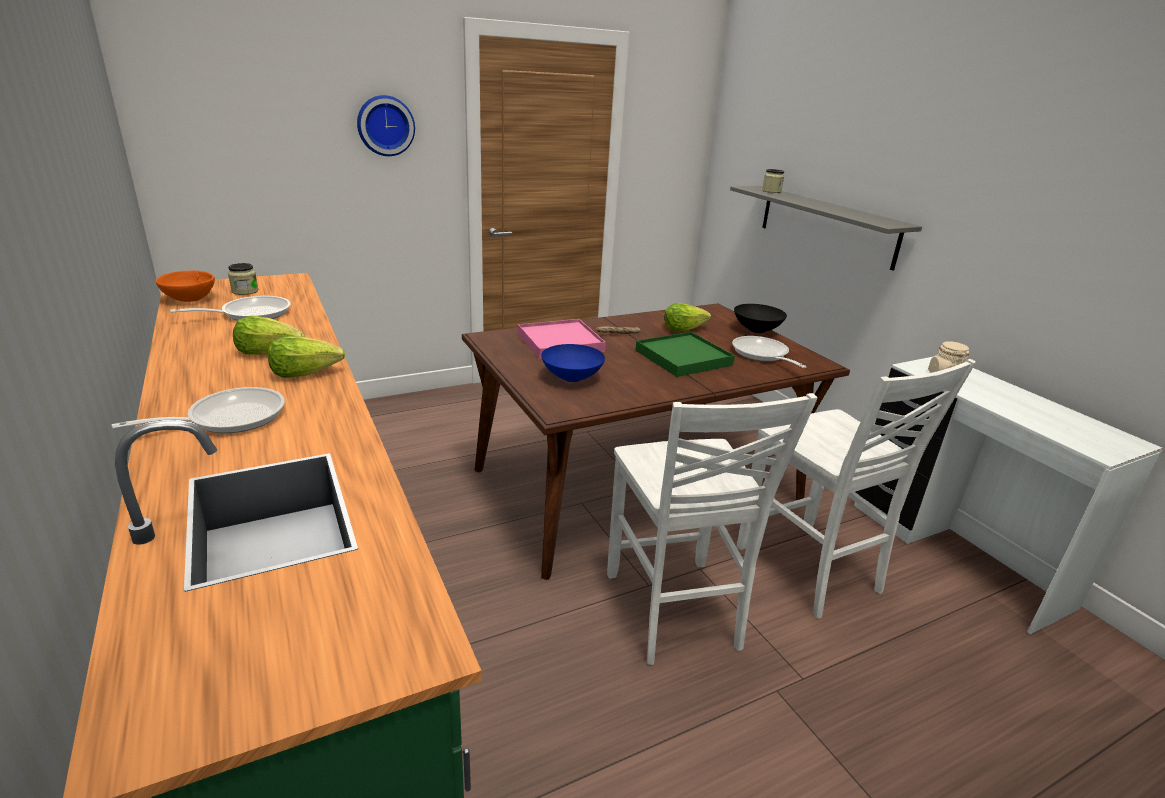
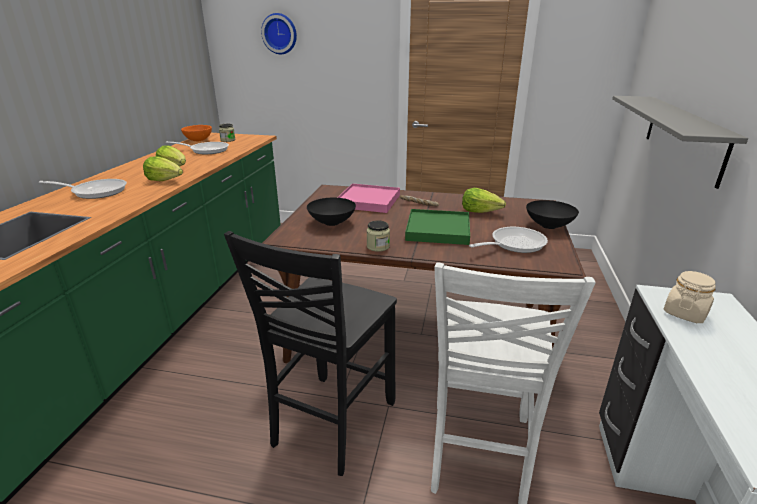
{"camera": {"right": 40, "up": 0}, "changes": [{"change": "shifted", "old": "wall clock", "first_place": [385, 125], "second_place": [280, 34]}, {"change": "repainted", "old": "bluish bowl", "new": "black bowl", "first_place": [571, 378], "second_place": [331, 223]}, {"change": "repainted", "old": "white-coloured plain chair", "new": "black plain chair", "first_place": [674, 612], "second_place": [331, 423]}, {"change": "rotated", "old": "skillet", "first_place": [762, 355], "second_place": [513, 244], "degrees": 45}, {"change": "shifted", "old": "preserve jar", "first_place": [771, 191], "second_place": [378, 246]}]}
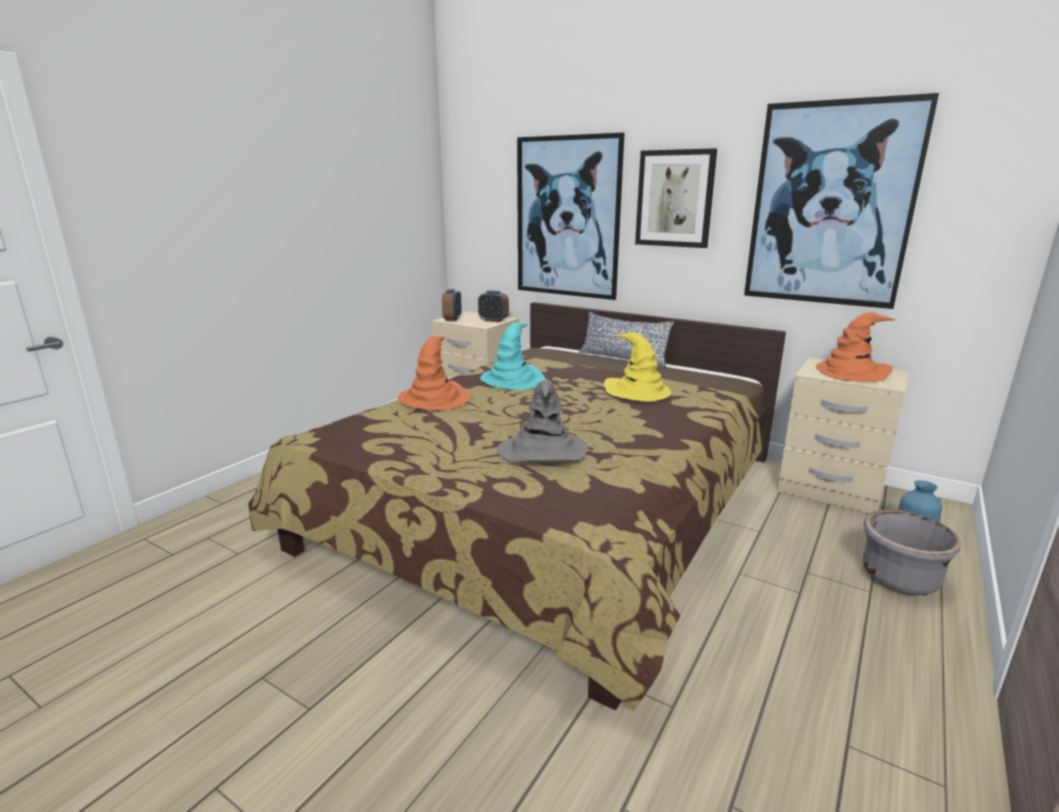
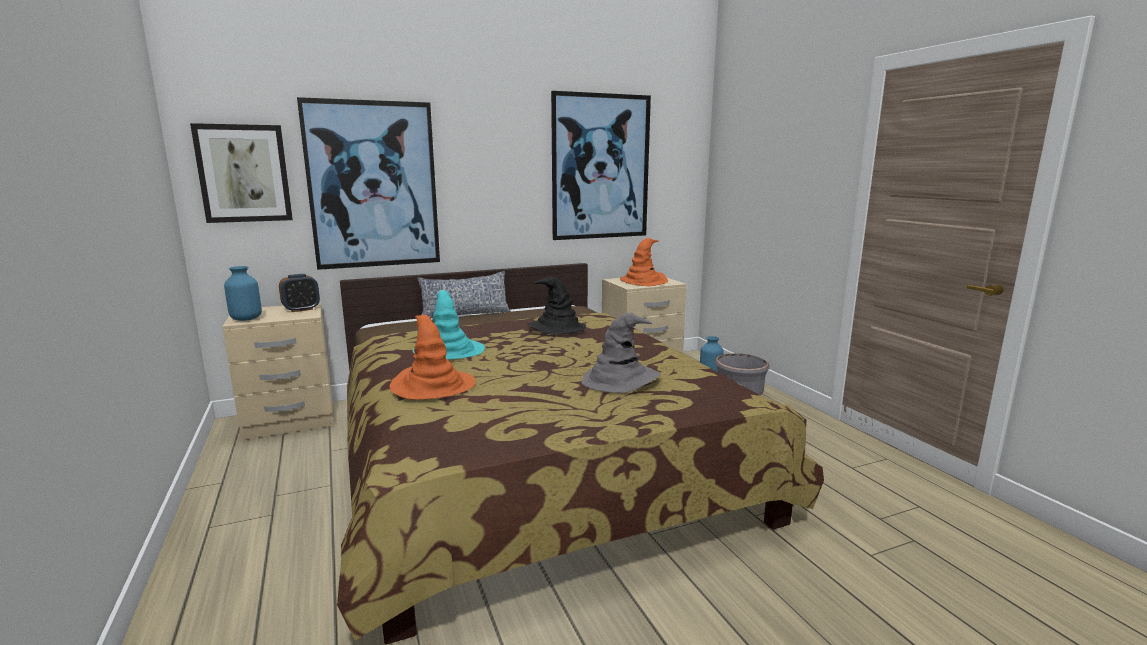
{"camera": {"right": -55, "up": -5}, "changes": [{"change": "swapped", "old": "table clock", "new": "bluish decorative vase", "first_place": [452, 319], "second_place": [245, 319]}, {"change": "repainted", "old": "yellow-coloured clothing hat", "new": "black clothing hat", "first_place": [637, 392], "second_place": [555, 328]}, {"change": "shifted", "old": "picture", "first_place": [675, 199], "second_place": [244, 173]}]}
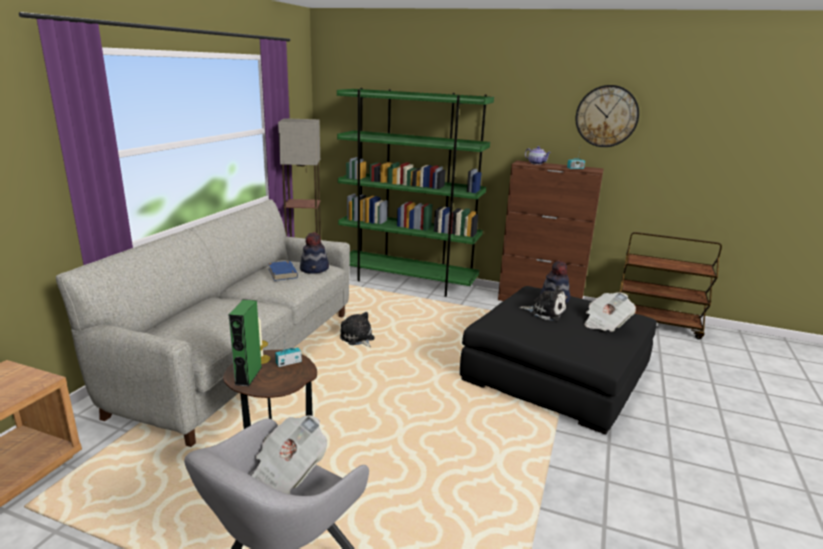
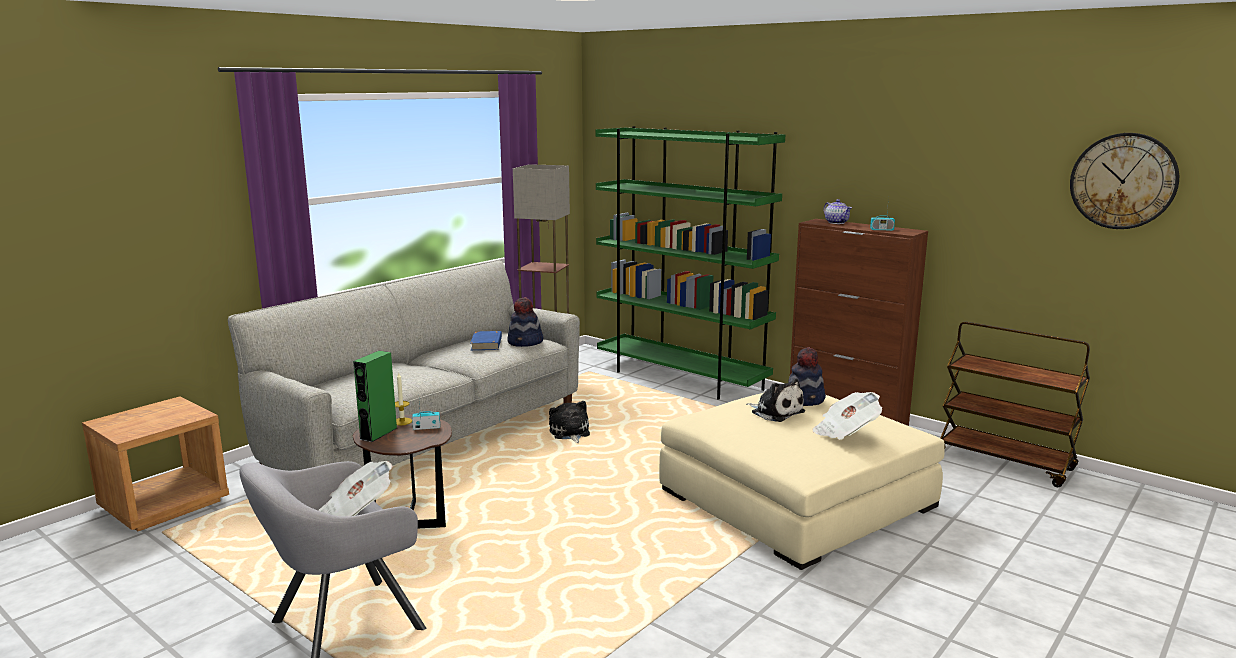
{"camera": {"right": 20, "up": -5}, "changes": [{"change": "repainted", "old": "black ottoman", "new": "beige ottoman", "first_place": [556, 372], "second_place": [795, 498]}, {"change": "shifted", "old": "wall clock", "first_place": [606, 116], "second_place": [1123, 181]}]}
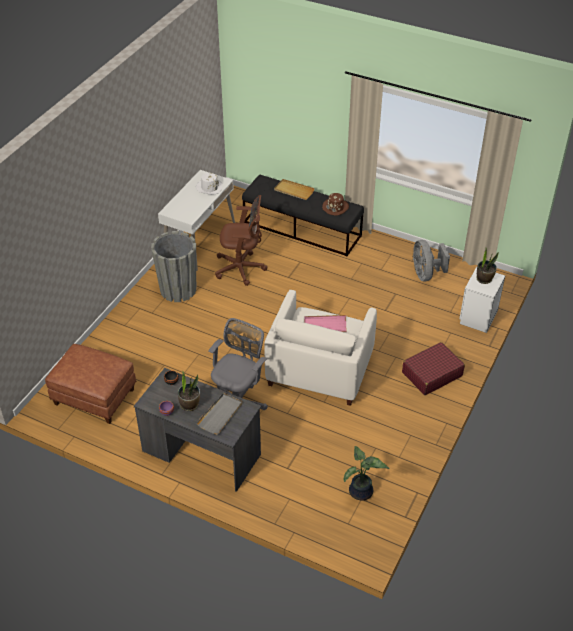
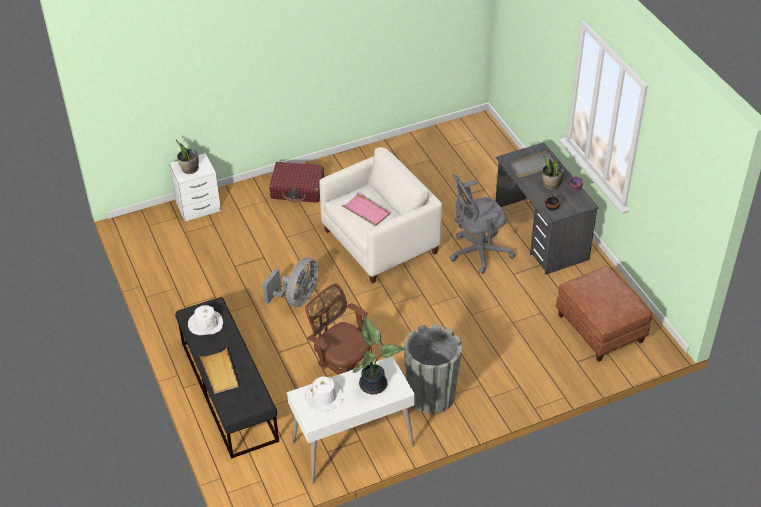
{"camera": {"right": -140, "up": 0}, "changes": [{"change": "repainted", "old": "brownish clothing hat", "new": "white-coloured clothing hat", "first_place": [335, 207], "second_place": [205, 324]}, {"change": "shifted", "old": "plant in a pot", "first_place": [361, 493], "second_place": [374, 384]}, {"change": "shifted", "old": "greyish fan", "first_place": [425, 274], "second_place": [297, 298]}]}
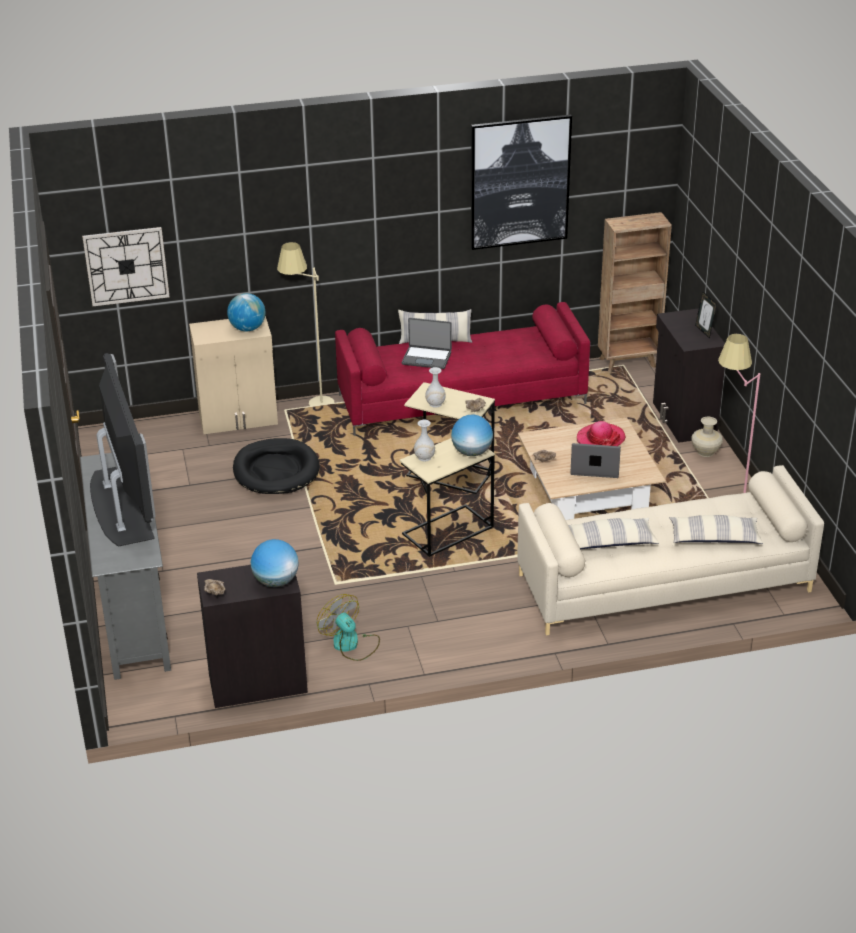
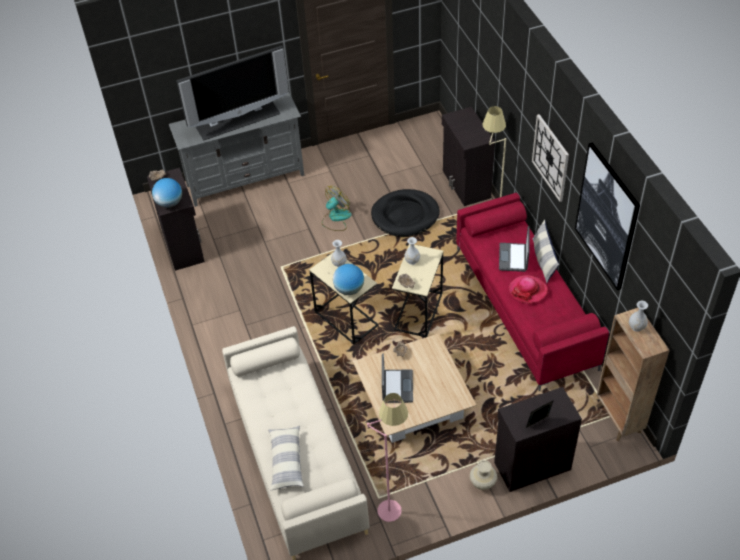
{"camera": {"right": 85, "up": 15}, "changes": [{"change": "shifted", "old": "wall clock", "first_place": [126, 266], "second_place": [550, 157]}, {"change": "repainted", "old": "beige storage cabinet", "new": "black storage cabinet", "first_place": [239, 419], "second_place": [465, 185]}, {"change": "gone", "old": "world globe", "first_place": [247, 328]}, {"change": "shifted", "old": "fan", "first_place": [351, 644], "second_place": [336, 218]}, {"change": "gone", "old": "cushion", "first_place": [610, 542]}, {"change": "shifted", "old": "clothing hat", "first_place": [600, 439], "second_place": [528, 290]}, {"change": "new", "new": "white-coloured decorative vase", "second_place": [637, 327]}]}
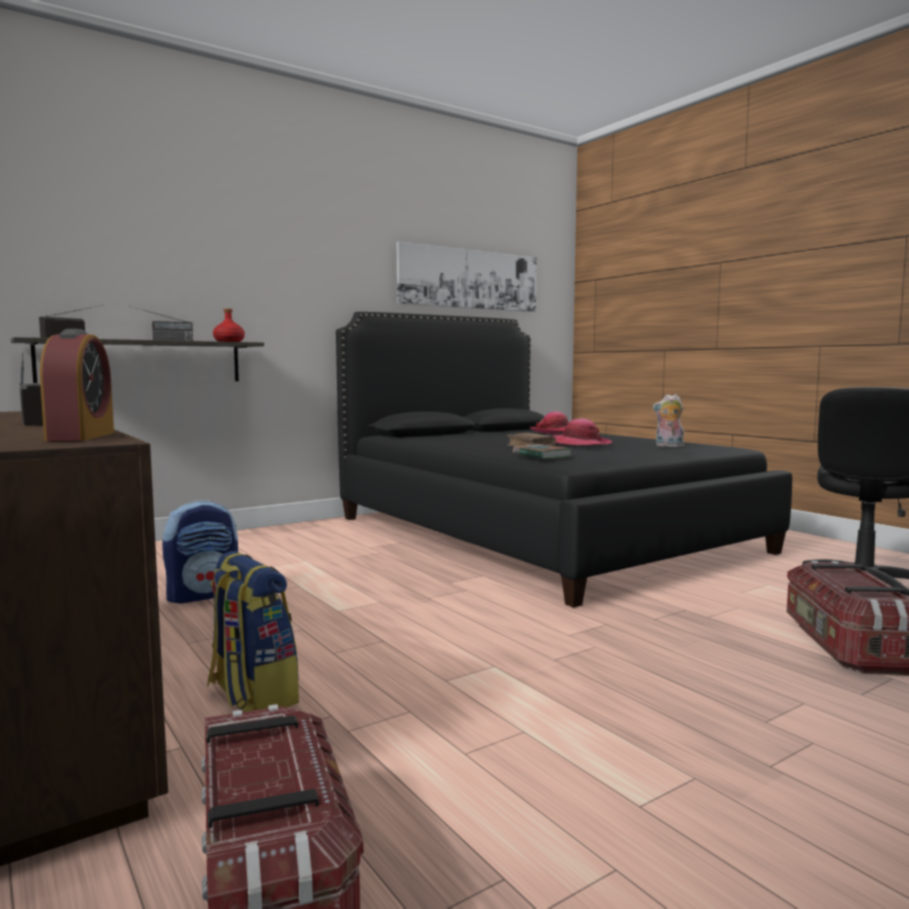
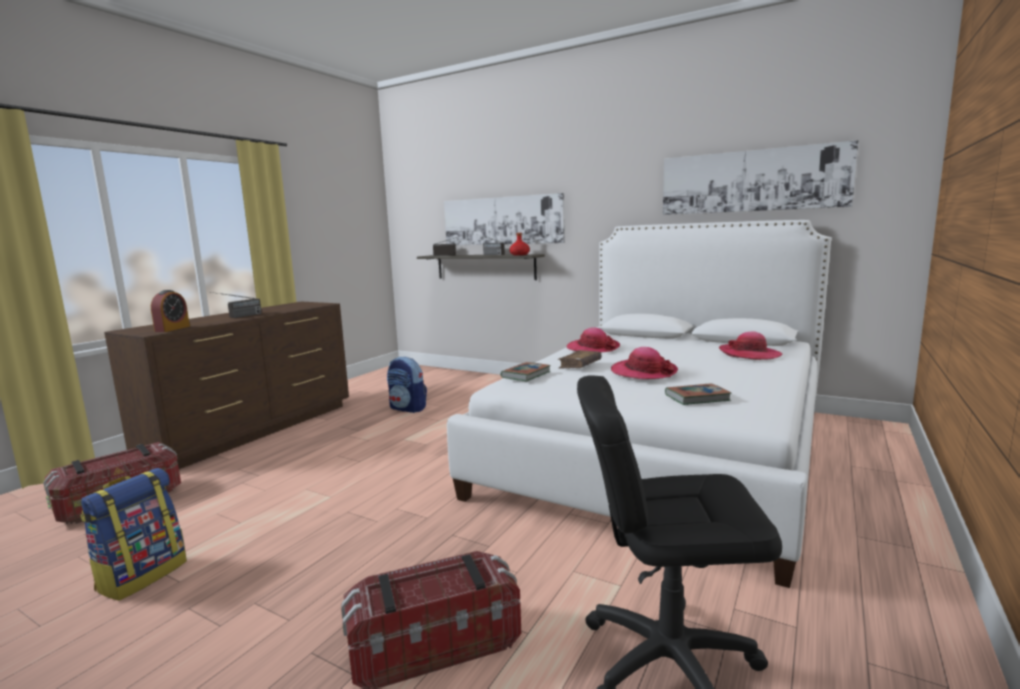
{"camera": {"right": 65, "up": 5}, "changes": [{"change": "rotated", "old": "table clock", "first_place": [81, 436], "second_place": [172, 329], "degrees": -45}, {"change": "shifted", "old": "backpack", "first_place": [251, 696], "second_place": [142, 575]}, {"change": "repainted", "old": "black bed", "new": "white-coloured bed", "first_place": [538, 534], "second_place": [660, 449]}, {"change": "swapped", "old": "cuddly toy", "new": "bound book", "first_place": [668, 446], "second_place": [697, 398]}, {"change": "new", "new": "picture", "second_place": [502, 221]}, {"change": "new", "new": "clothing hat", "second_place": [593, 348]}]}
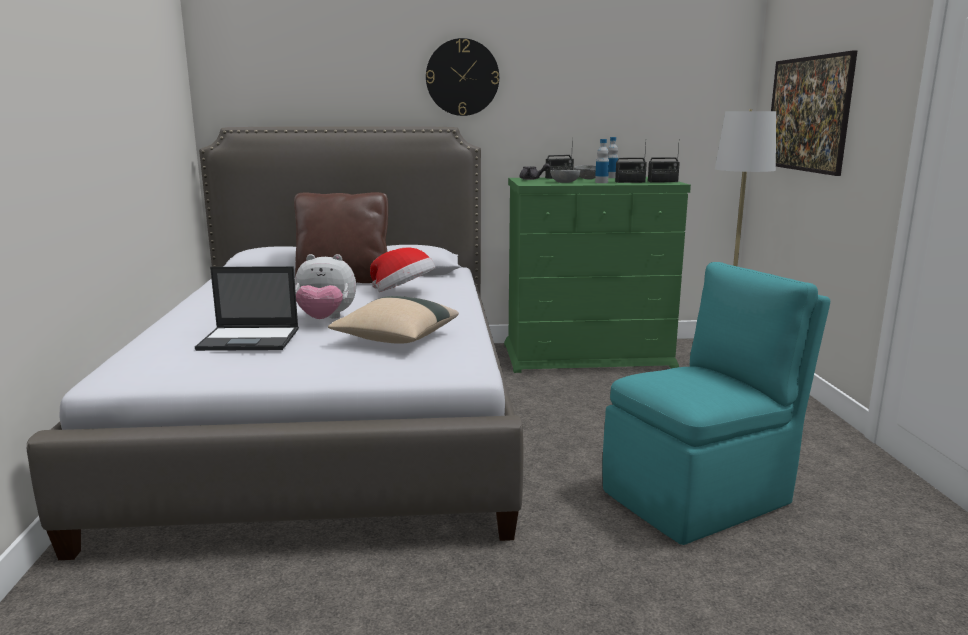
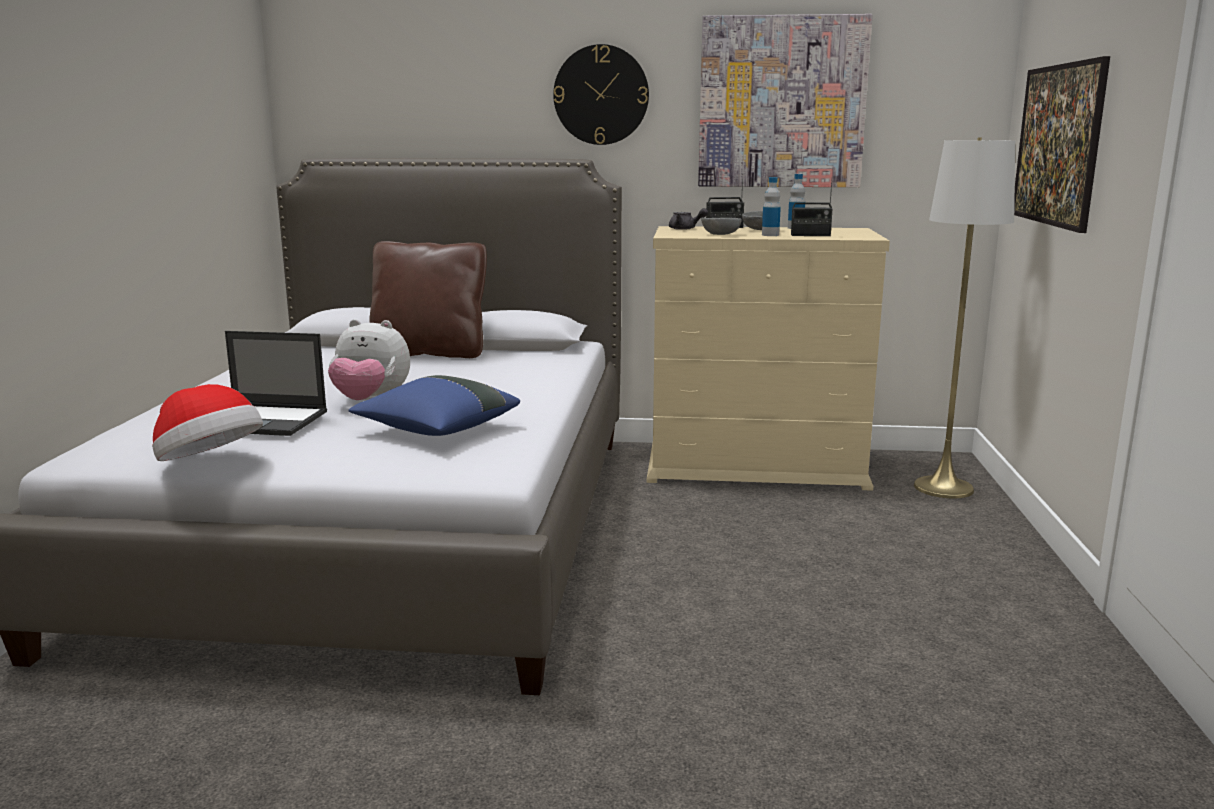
{"camera": {"right": 10, "up": 0}, "changes": [{"change": "repainted", "old": "beige cushion", "new": "bluish cushion", "first_place": [395, 339], "second_place": [436, 430]}, {"change": "shifted", "old": "clothing hat", "first_place": [404, 293], "second_place": [209, 464]}, {"change": "repainted", "old": "green chest of drawers", "new": "beige chest of drawers", "first_place": [588, 356], "second_place": [756, 466]}, {"change": "gone", "old": "blue-green plain chair", "first_place": [700, 496]}, {"change": "gone", "old": "radio", "first_place": [662, 181]}, {"change": "new", "new": "picture", "second_place": [781, 103]}]}
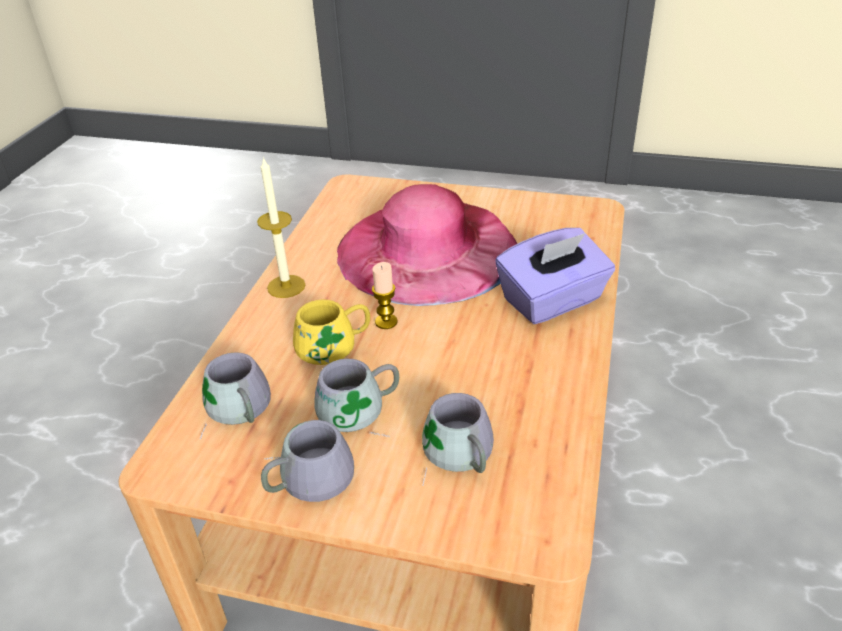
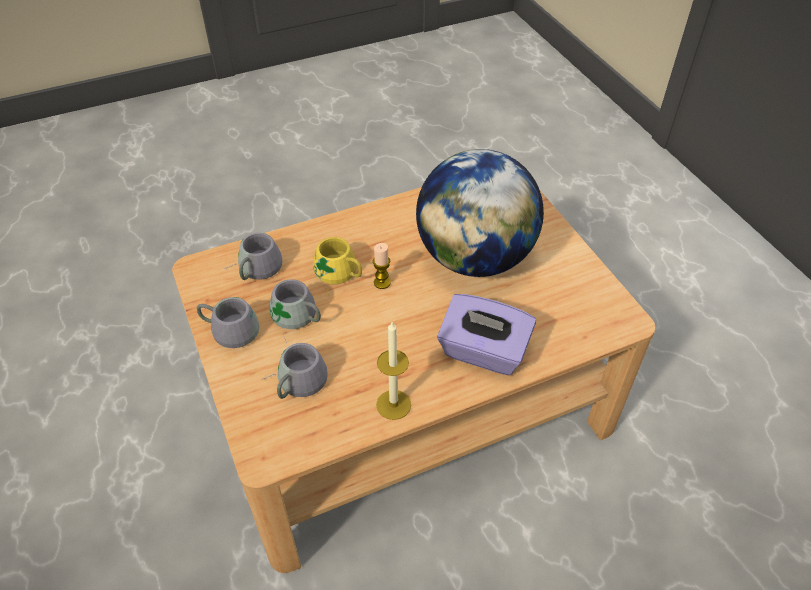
{"camera": {"right": 50, "up": 10}, "changes": [{"change": "shifted", "old": "wax candle", "first_place": [286, 286], "second_place": [393, 404]}, {"change": "swapped", "old": "pinkish clothing hat", "new": "world globe", "first_place": [427, 250], "second_place": [474, 258]}]}
